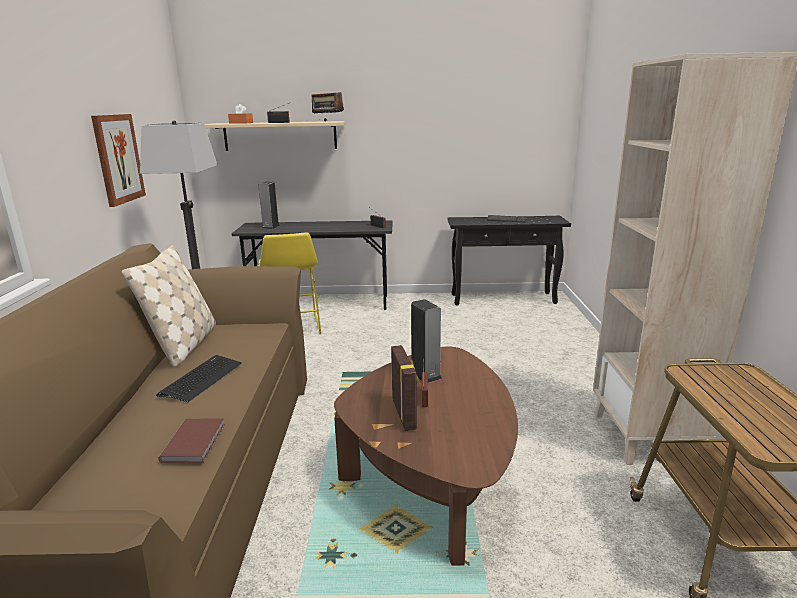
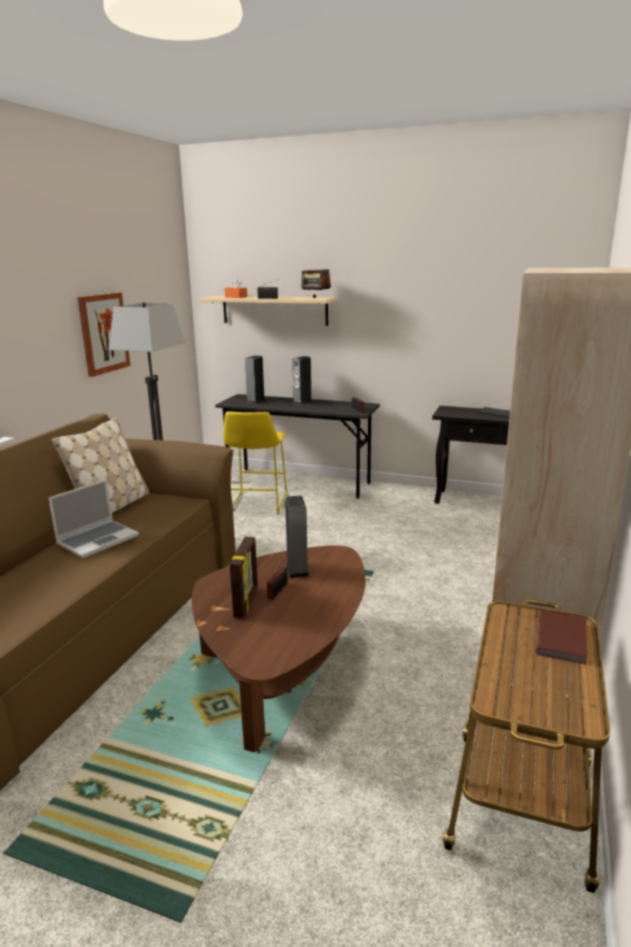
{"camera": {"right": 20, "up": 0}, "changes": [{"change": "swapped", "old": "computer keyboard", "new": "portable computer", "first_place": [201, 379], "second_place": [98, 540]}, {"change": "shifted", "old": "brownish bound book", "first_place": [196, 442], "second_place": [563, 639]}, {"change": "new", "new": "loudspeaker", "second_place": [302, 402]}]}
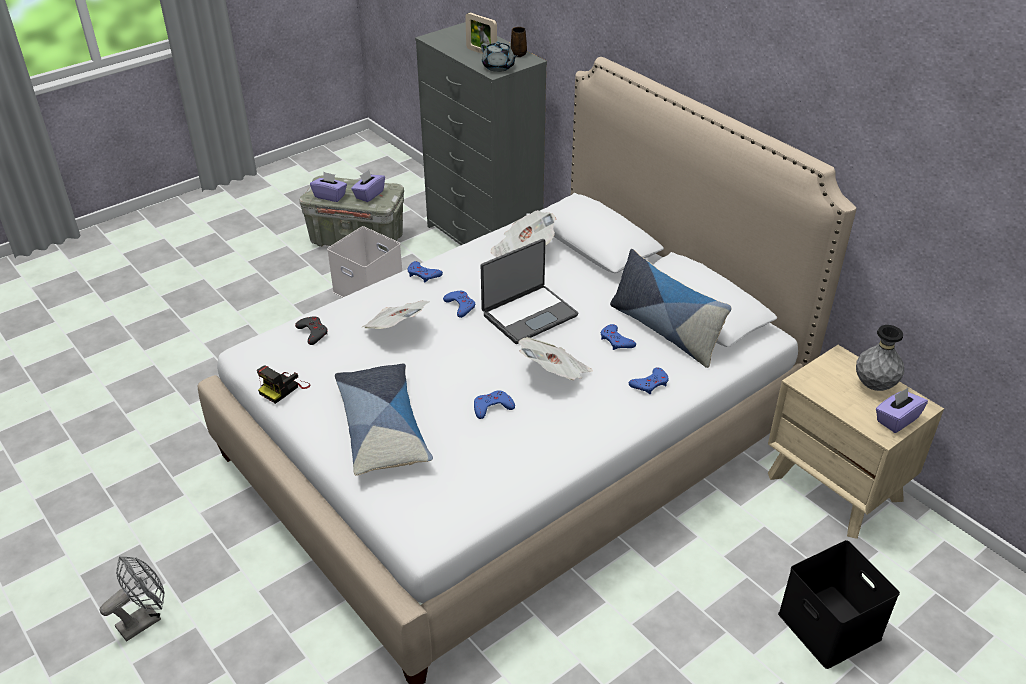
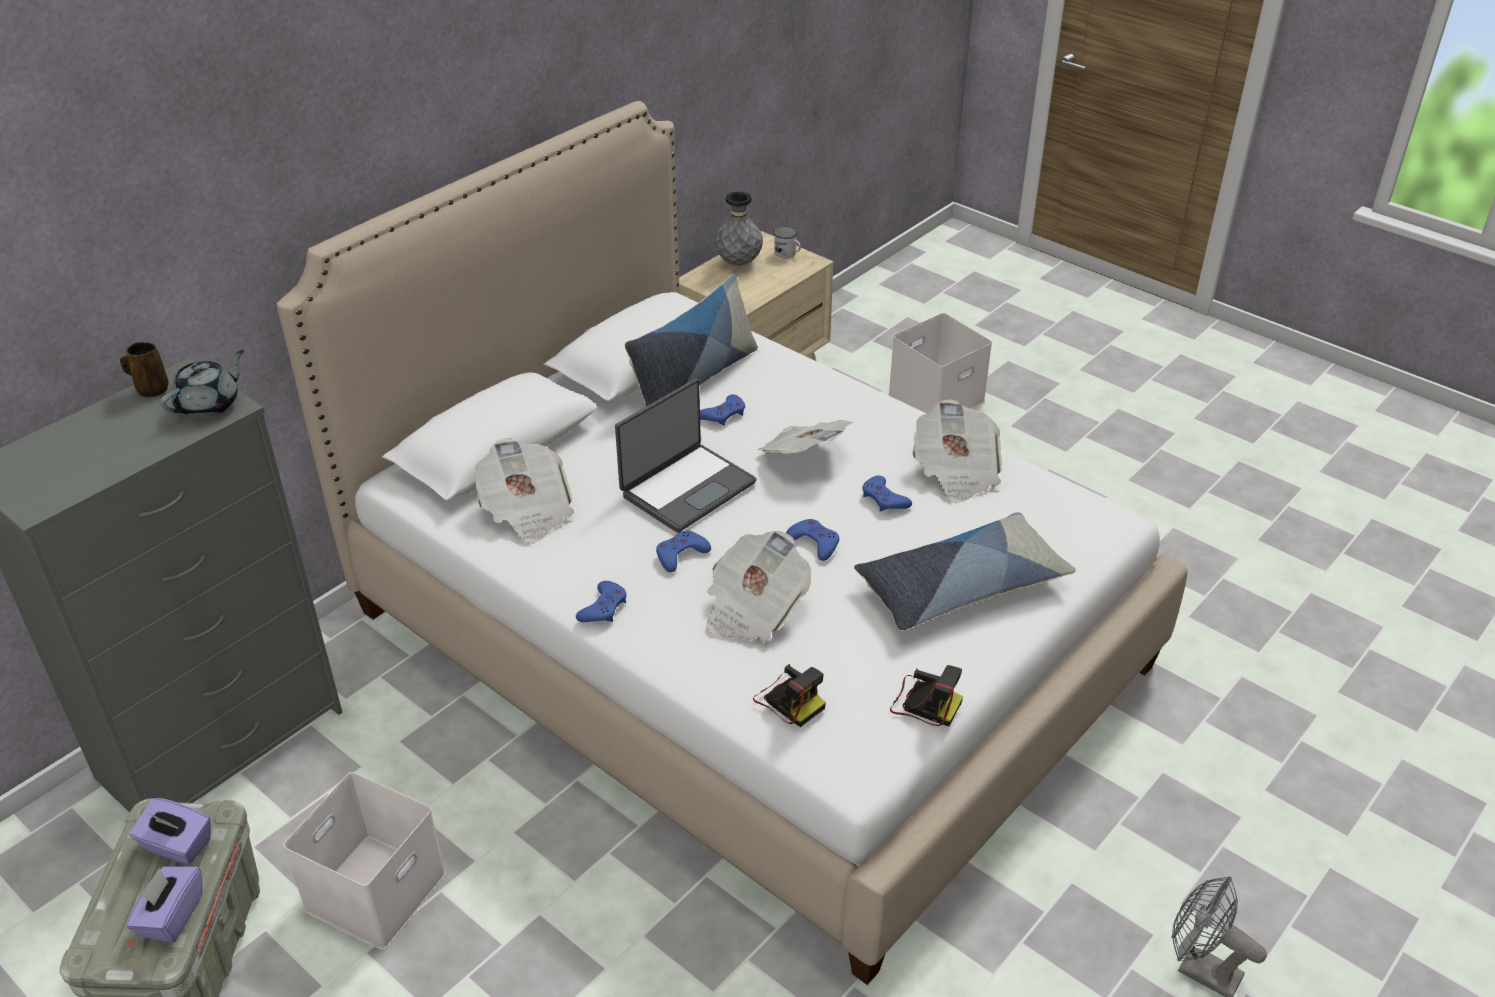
{"camera": {"right": -100, "up": 0}, "changes": [{"change": "swapped", "old": "greyish joypad", "new": "still camera", "first_place": [313, 332], "second_place": [789, 700]}, {"change": "gone", "old": "standing frame", "first_place": [481, 52]}, {"change": "rotated", "old": "portable computer", "first_place": [528, 314], "second_place": [686, 488], "degrees": 90}, {"change": "shifted", "old": "bluish joypad", "first_place": [650, 384], "second_place": [814, 542]}, {"change": "repainted", "old": "black storage bin", "new": "white-coloured storage bin", "first_place": [832, 626], "second_place": [936, 396]}, {"change": "swapped", "old": "purple-coloured tissue holder", "new": "white-coloured coffee mug", "first_place": [896, 420], "second_place": [788, 254]}, {"change": "new", "new": "daily paper", "second_place": [955, 472]}]}
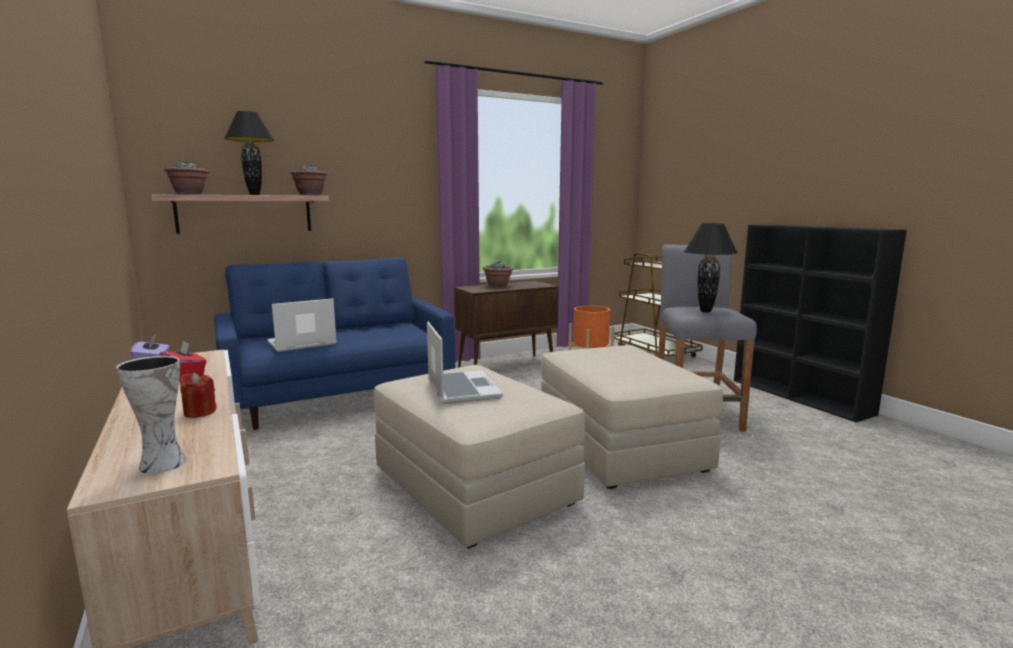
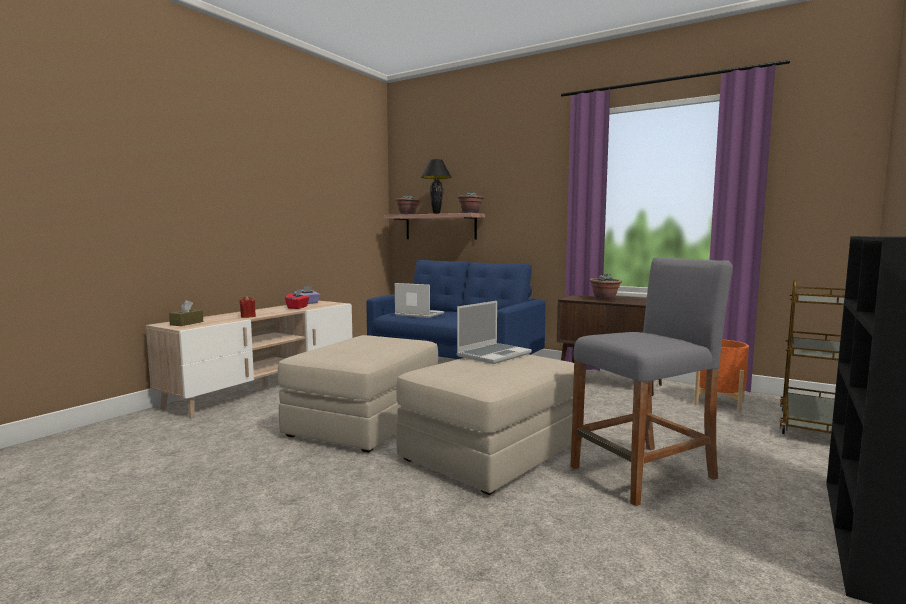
{"camera": {"right": 60, "up": -5}, "changes": [{"change": "swapped", "old": "decorative vase", "new": "brownish tissue holder", "first_place": [161, 463], "second_place": [187, 323]}, {"change": "shifted", "old": "portable computer", "first_place": [461, 389], "second_place": [494, 354]}, {"change": "gone", "old": "black table lamp", "first_place": [705, 311]}]}
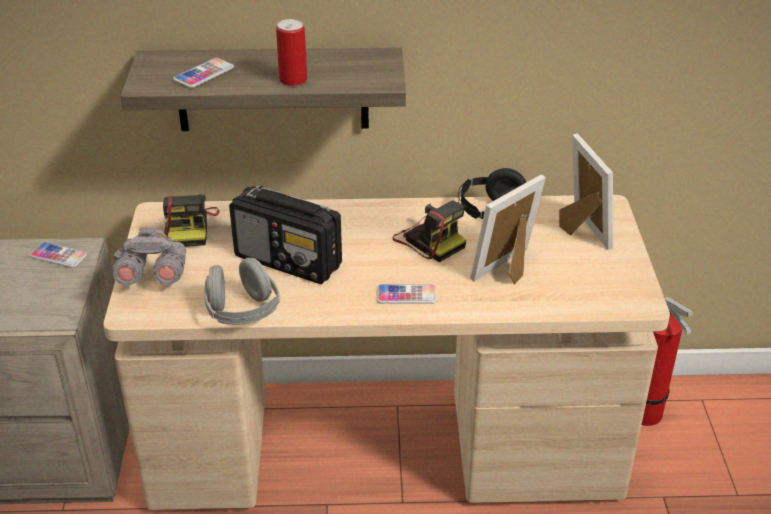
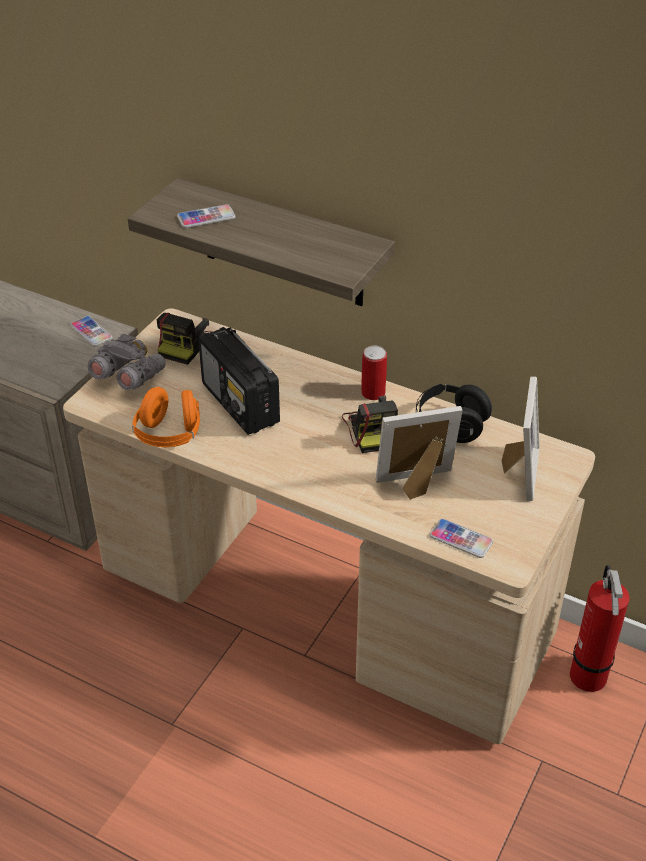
{"camera": {"right": 30, "up": 5}, "changes": [{"change": "repainted", "old": "greyish pair of headphones", "new": "orange-coloured pair of headphones", "first_place": [242, 312], "second_place": [169, 435]}, {"change": "shifted", "old": "sealed can", "first_place": [293, 80], "second_place": [373, 393]}, {"change": "shifted", "old": "phone", "first_place": [406, 295], "second_place": [461, 539]}]}
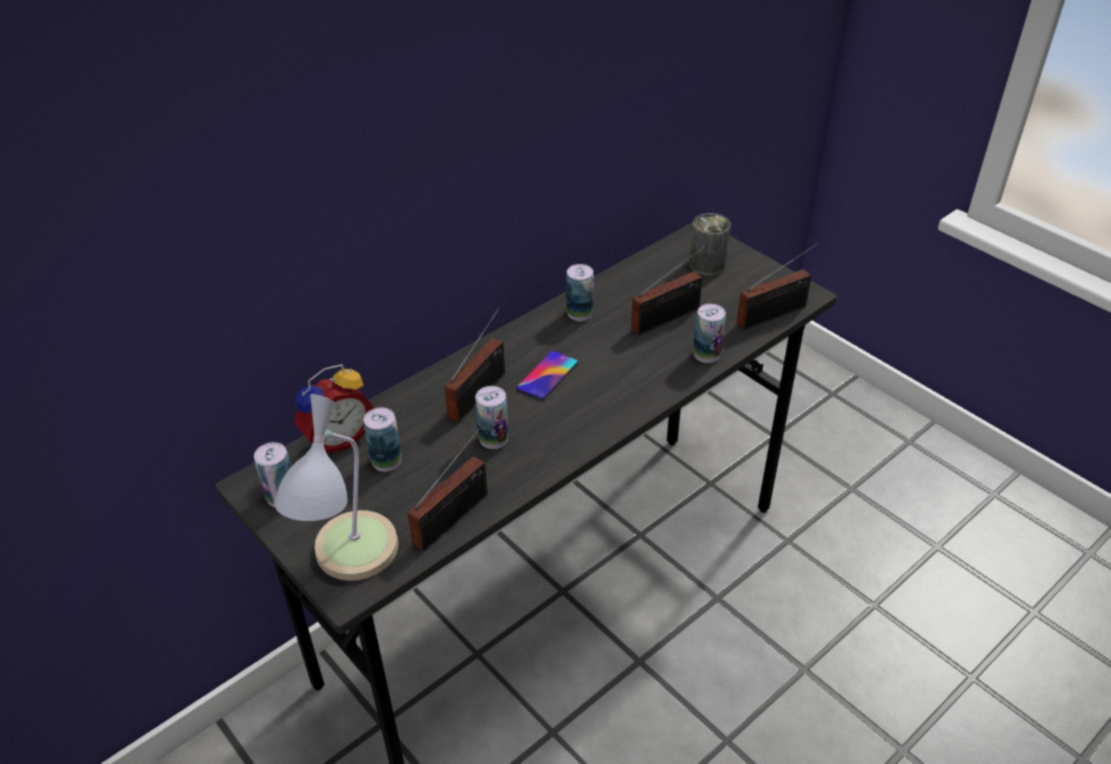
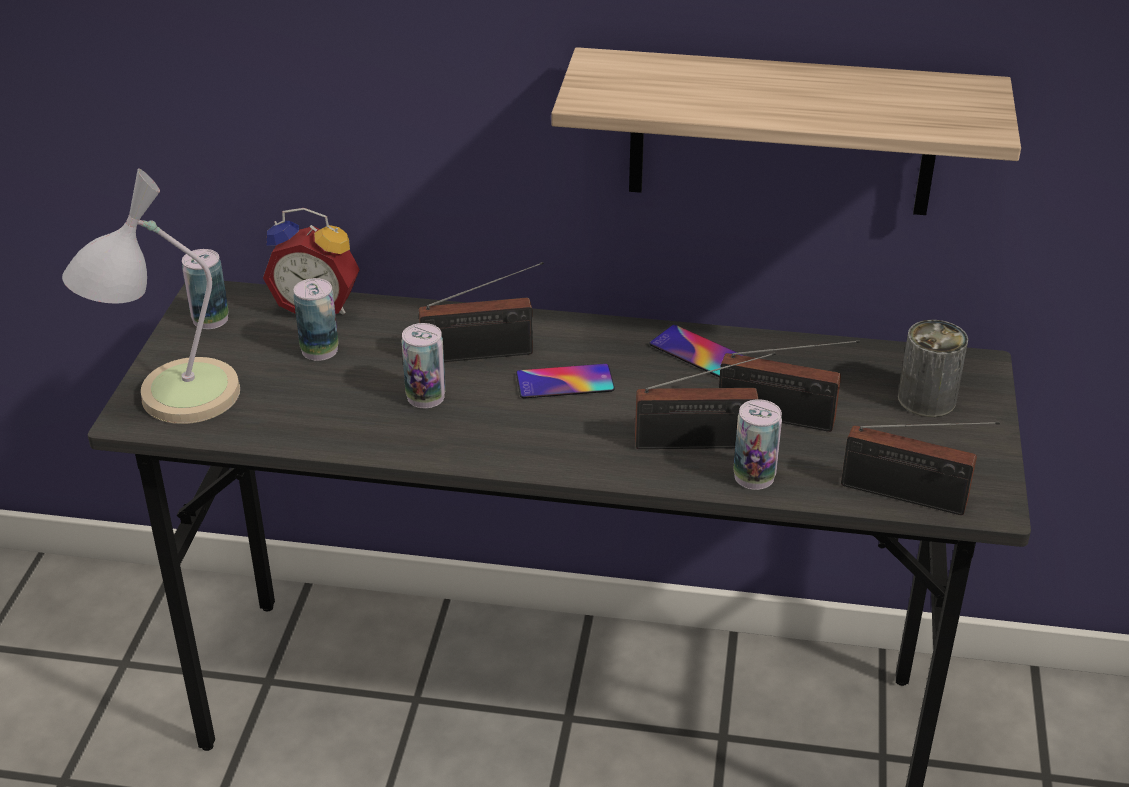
{"camera": {"right": 50, "up": -5}, "changes": [{"change": "shifted", "old": "radio", "first_place": [455, 516], "second_place": [701, 443]}, {"change": "swapped", "old": "sealed can", "new": "phone", "first_place": [579, 313], "second_place": [697, 352]}, {"change": "new", "new": "bracket shelf", "second_place": [782, 133]}]}
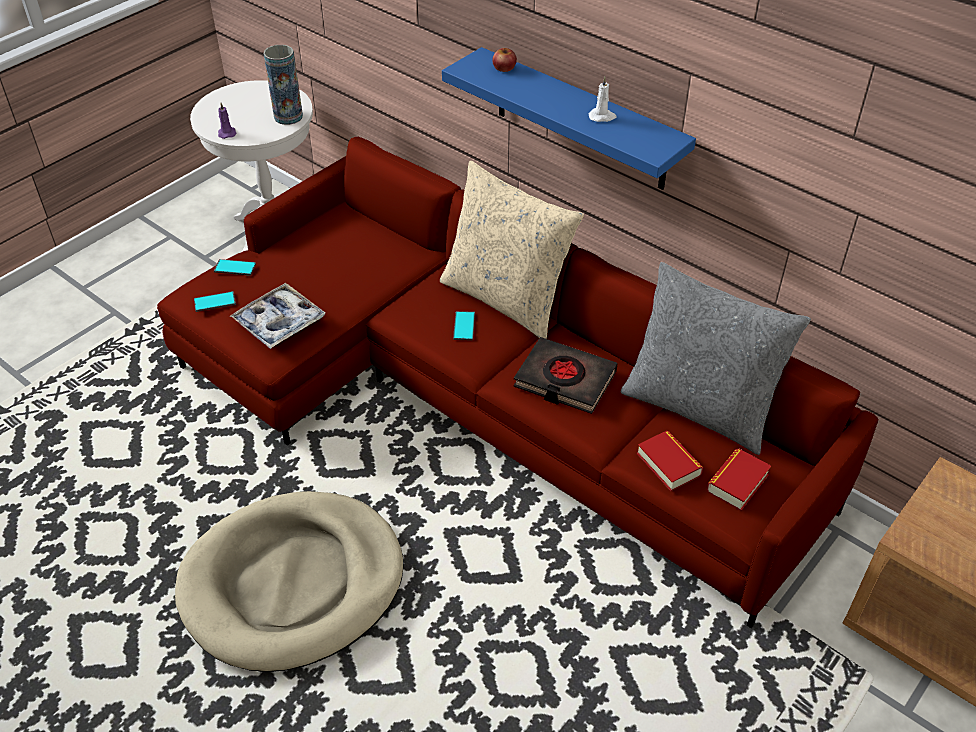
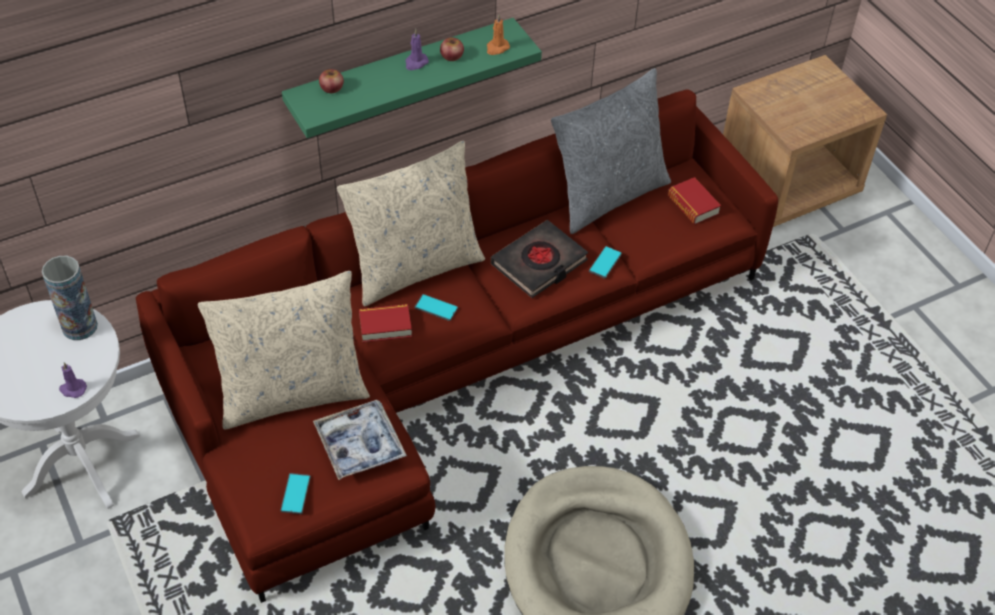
{"camera": {"right": -70, "up": 5}, "changes": [{"change": "shifted", "old": "phone", "first_place": [235, 268], "second_place": [605, 263]}, {"change": "repainted", "old": "bluish bracket shelf", "new": "green bracket shelf", "first_place": [580, 120], "second_place": [401, 79]}, {"change": "swapped", "old": "white-coloured wax candle", "new": "apple fruit", "first_place": [602, 117], "second_place": [452, 56]}, {"change": "shifted", "old": "bound book", "first_place": [668, 464], "second_place": [385, 326]}, {"change": "new", "new": "beige cushion", "second_place": [292, 393]}, {"change": "new", "new": "purple-coloured wax candle", "second_place": [416, 63]}, {"change": "new", "new": "orange-coloured wax candle", "second_place": [497, 48]}]}
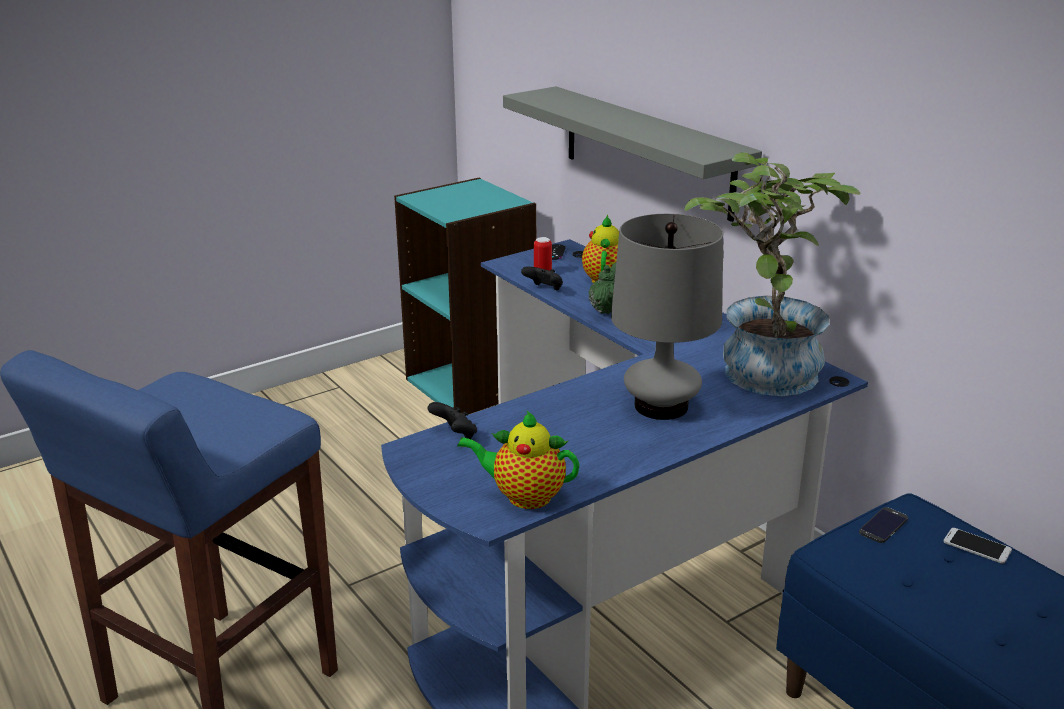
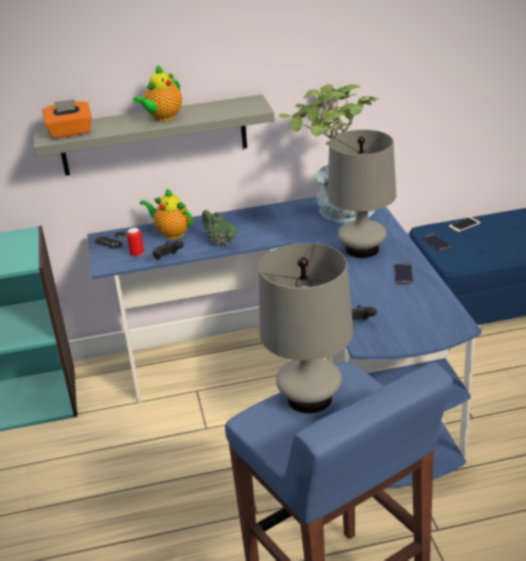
{"camera": {"right": -65, "up": 5}, "changes": [{"change": "shifted", "old": "pot for tea", "first_place": [524, 496], "second_place": [163, 118]}, {"change": "new", "new": "orange-coloured tissue holder", "second_place": [70, 133]}, {"change": "new", "new": "greyish table lamp", "second_place": [310, 398]}, {"change": "new", "new": "phone", "second_place": [403, 274]}]}
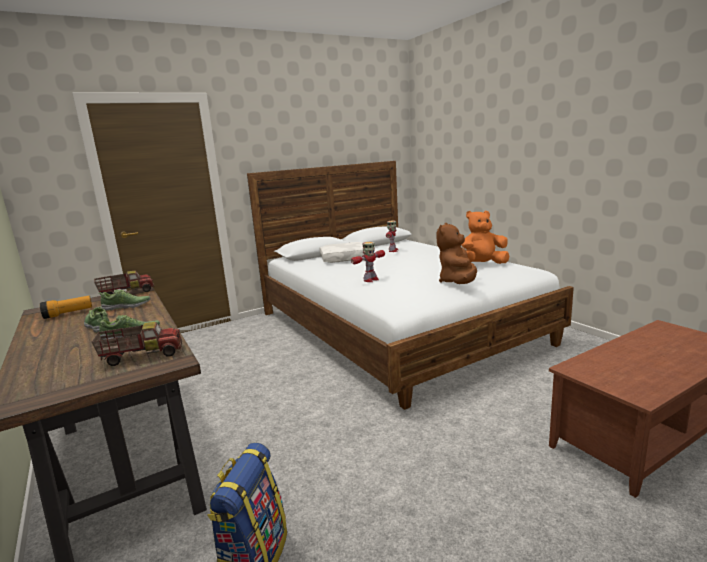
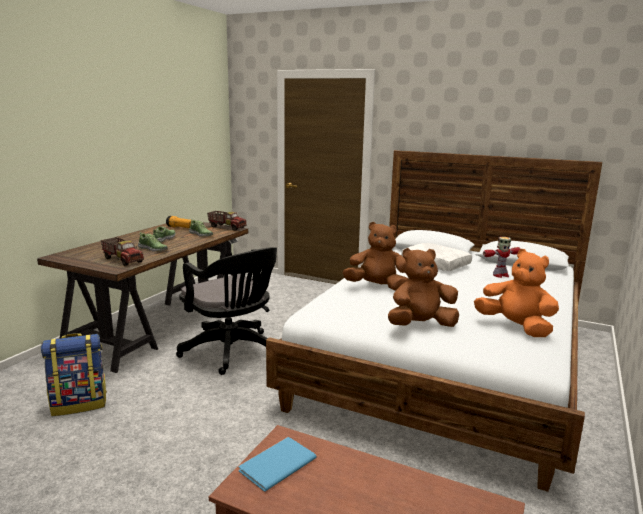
{"camera": {"right": 55, "up": 0}, "changes": [{"change": "swapped", "old": "robot figure", "new": "brownish cuddly toy", "first_place": [370, 280], "second_place": [377, 287]}, {"change": "new", "new": "black office chair", "second_place": [232, 352]}, {"change": "new", "new": "bluish bound book", "second_place": [275, 464]}]}
